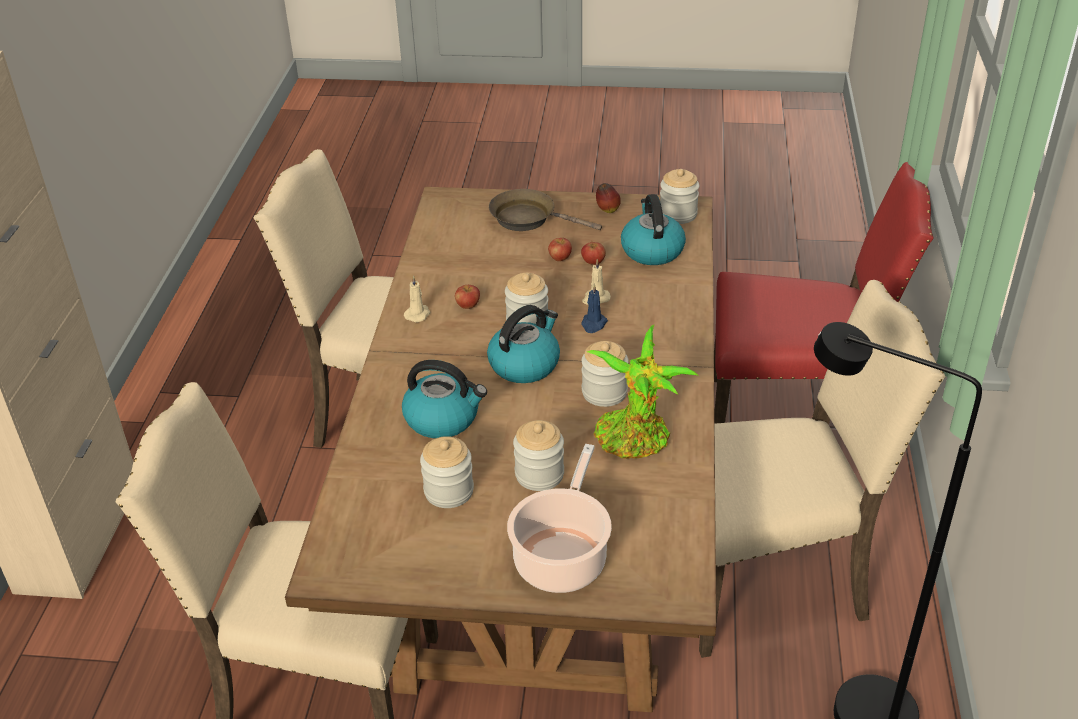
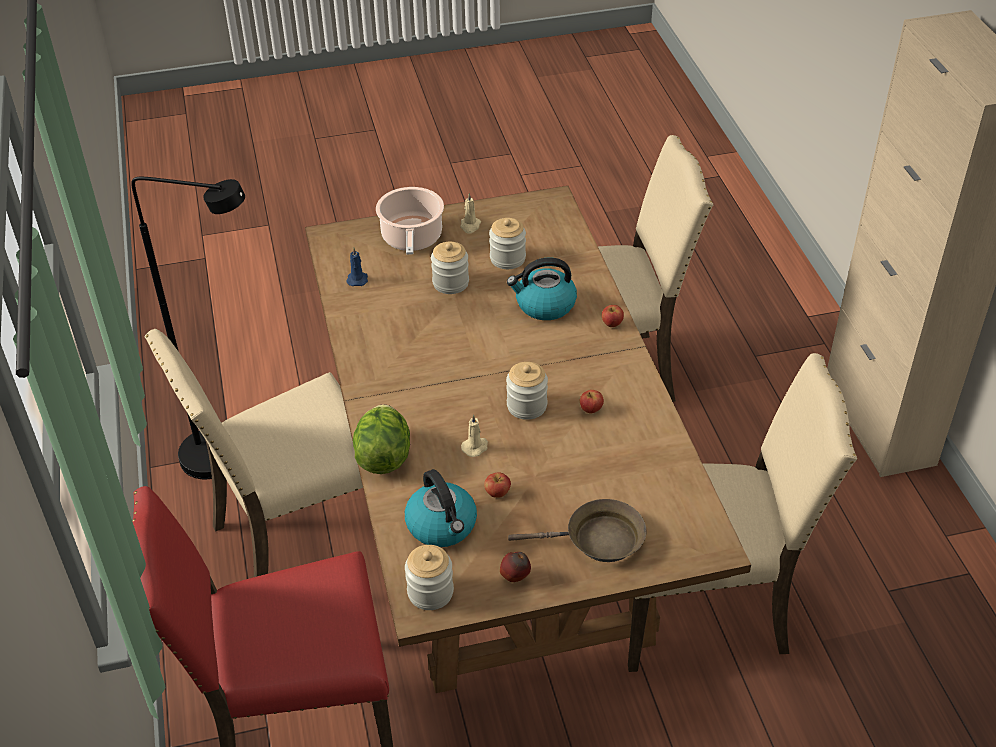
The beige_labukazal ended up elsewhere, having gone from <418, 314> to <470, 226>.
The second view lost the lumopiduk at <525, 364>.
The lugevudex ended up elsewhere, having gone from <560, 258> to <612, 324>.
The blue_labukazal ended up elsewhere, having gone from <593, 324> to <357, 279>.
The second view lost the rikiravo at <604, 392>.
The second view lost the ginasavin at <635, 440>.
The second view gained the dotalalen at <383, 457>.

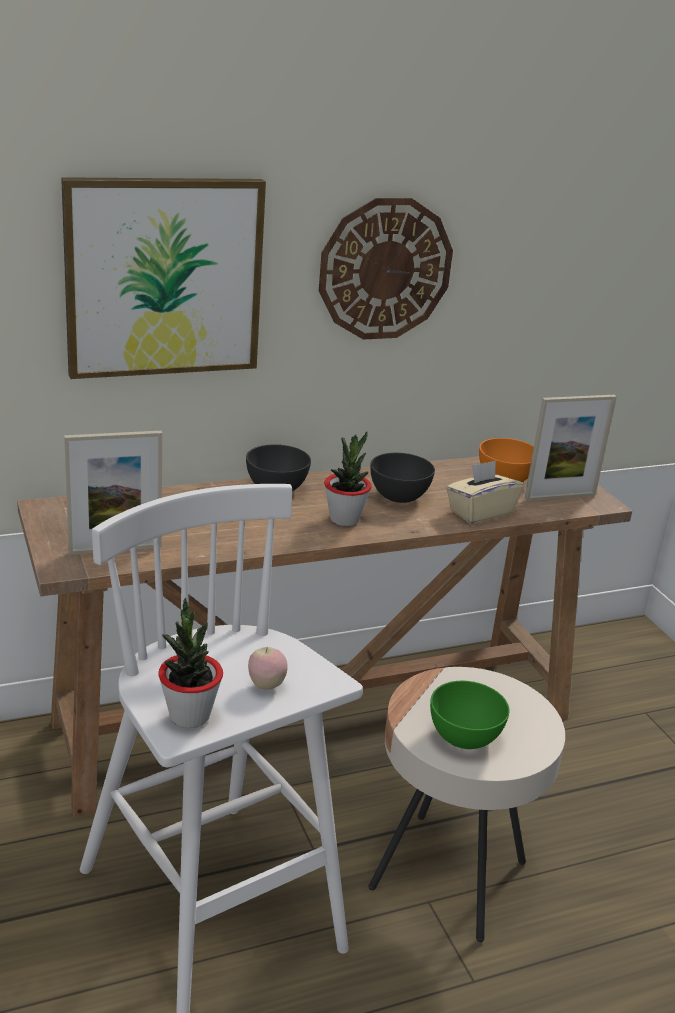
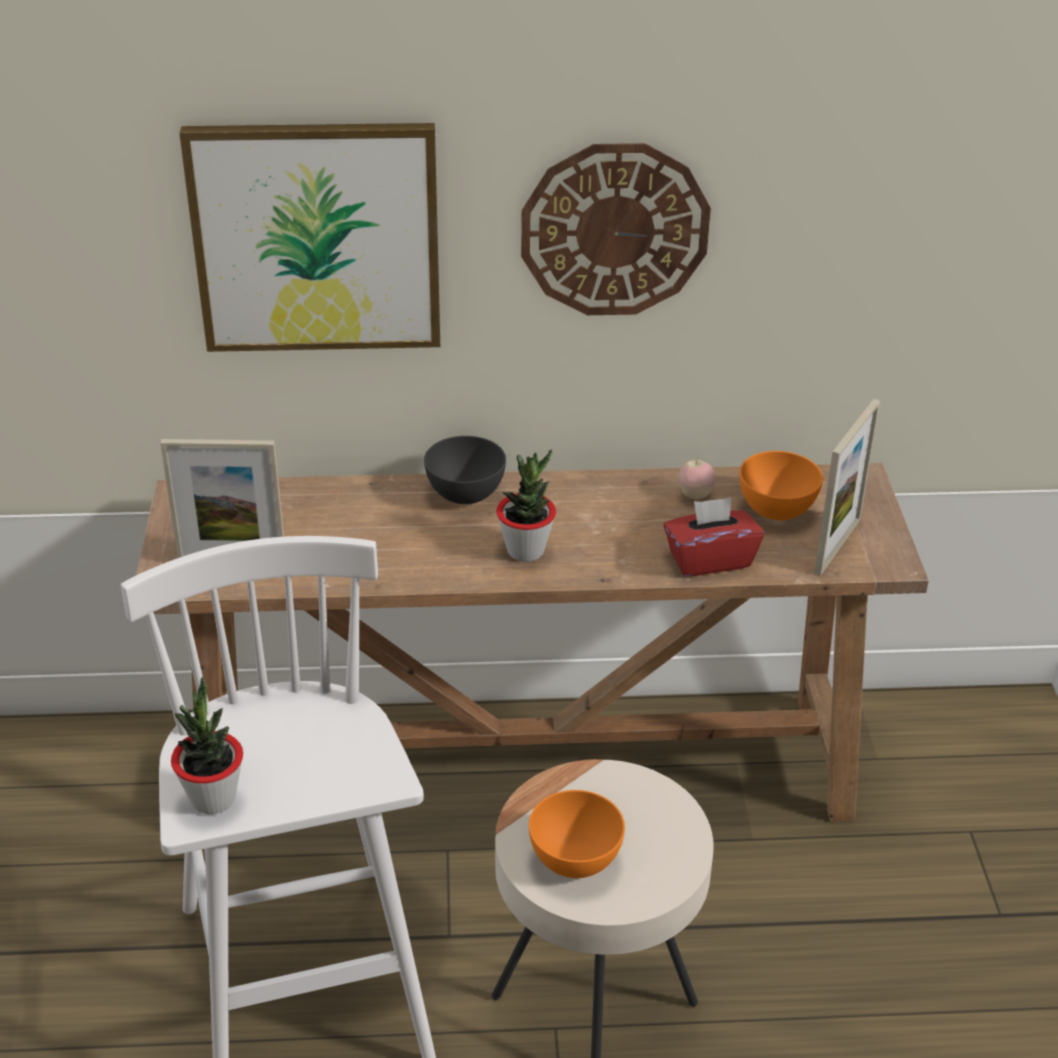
The lugevudex ended up elsewhere, having gone from <266, 685> to <695, 495>.
The second view lost the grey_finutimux at <399, 497>.
What was the green_finutimux at <464, 737> turned into the orange_finutimux at <575, 859>.
What was the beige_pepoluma at <480, 512> turned into the red_pepoluma at <709, 559>.
The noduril at <560, 497> ended up facing another way, 60 degrees counterclockwise from before.

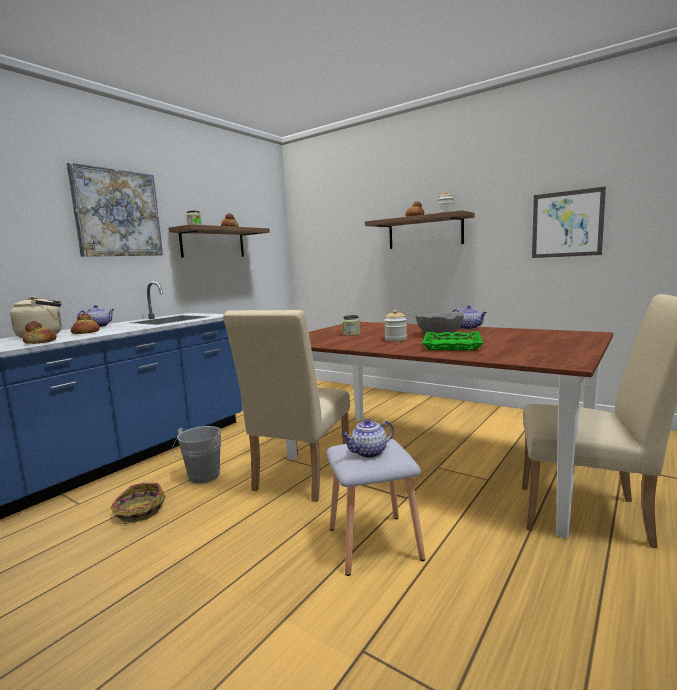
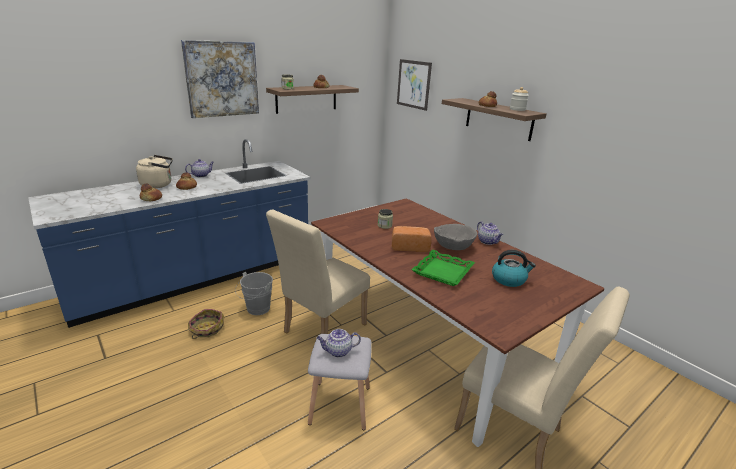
Where the rikiravo stood at <395, 339>, the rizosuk came to stand at <409, 246>.
The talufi ended up elsewhere, having gone from <567, 224> to <413, 84>.
The second view gained the lumopiduk at <509, 279>.

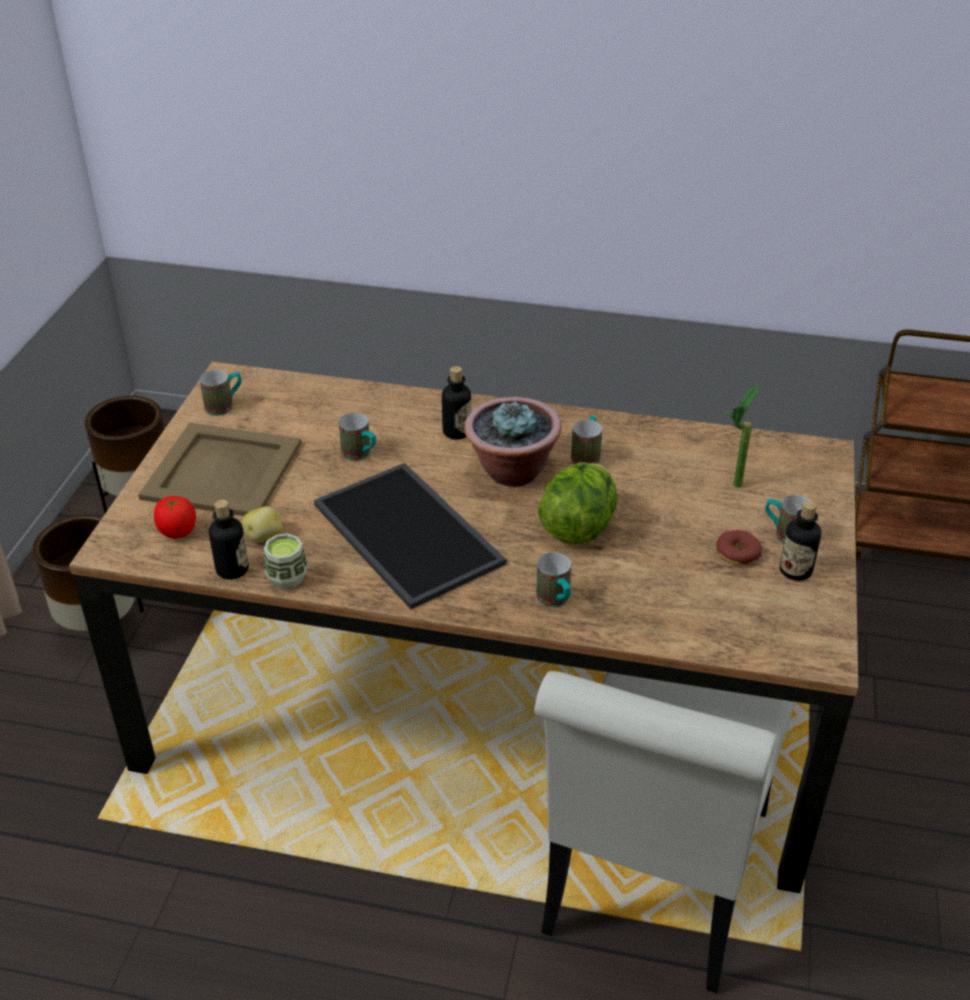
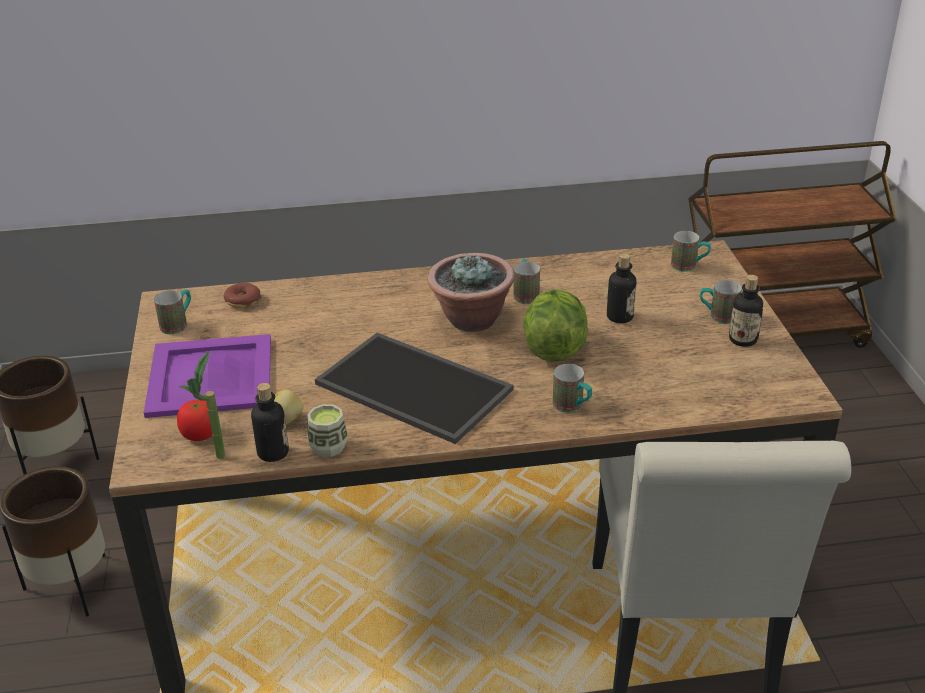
What was the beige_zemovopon at <223, 471> turned into the purple_zemovopon at <211, 377>.
The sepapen ended up elsewhere, having gone from <360, 455> to <689, 266>.
The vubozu ended up elsewhere, having gone from <457, 432> to <620, 317>.
The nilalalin ended up elsewhere, having gone from <737, 553> to <242, 300>.
The ginasavin ended up elsewhere, having gone from <732, 489> to <215, 462>.

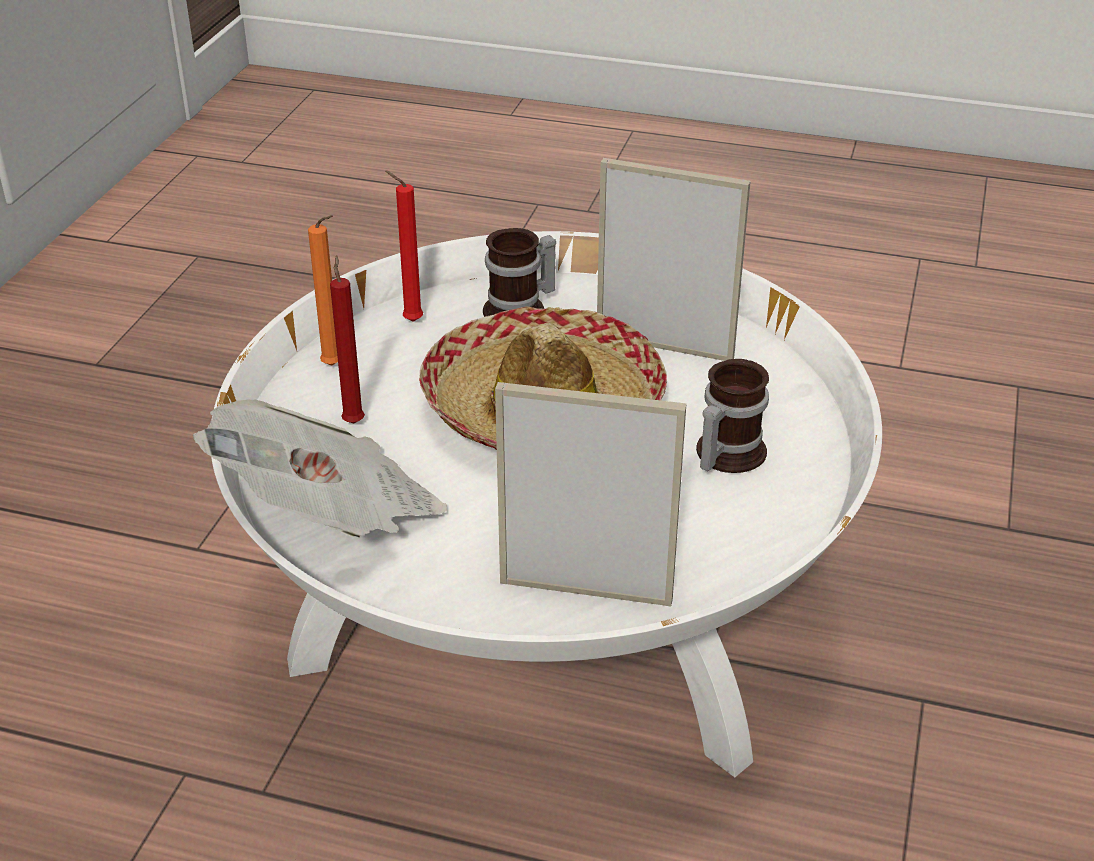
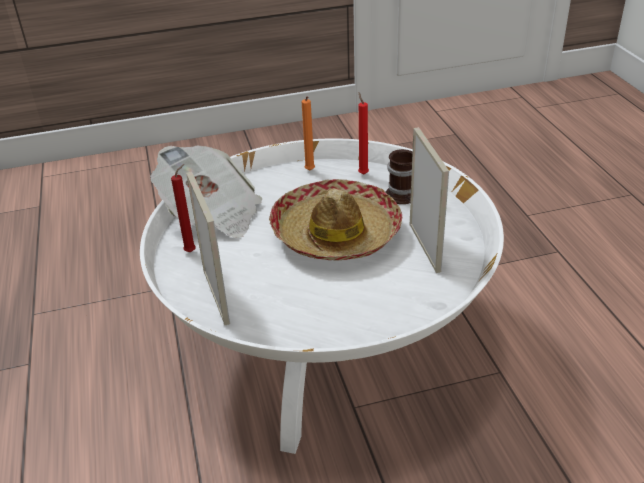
The red_labukazal ended up elsewhere, having gone from <353, 421> to <192, 251>.
The second view lost the sepapen at <724, 454>.

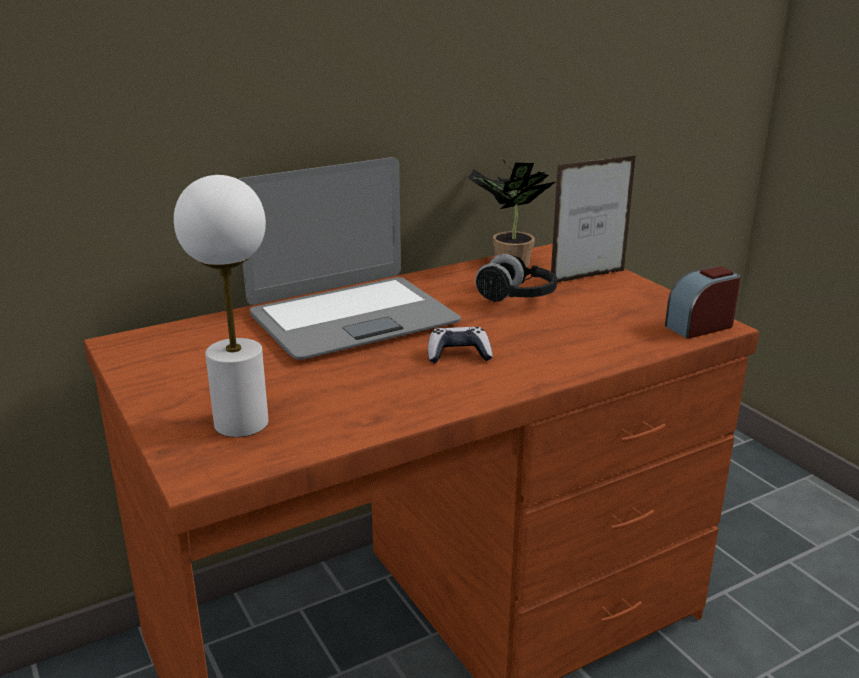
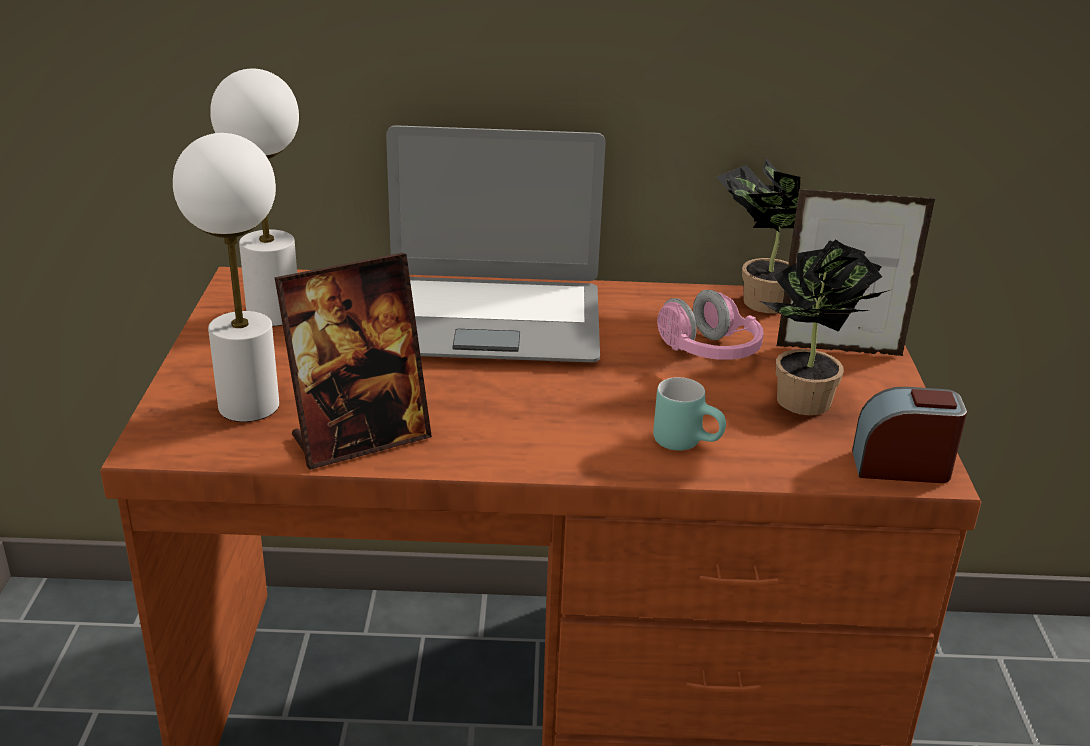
The second view lost the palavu at <458, 354>.
What was the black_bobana at <516, 298> turned into the pink_bobana at <708, 352>.
The second view gained the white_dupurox at <273, 313>.
The second view gained the noduril at <360, 439>.
The second view gained the turquoise_sepapen at <688, 442>.
The second view gained the ginasavin at <808, 405>.

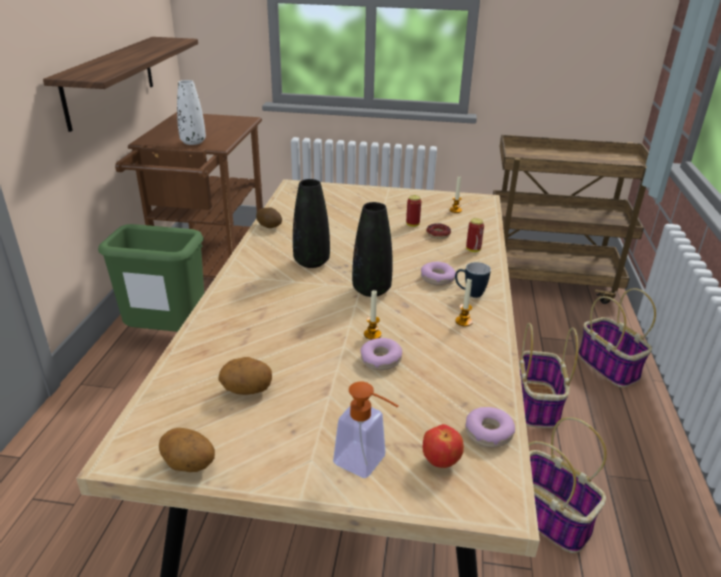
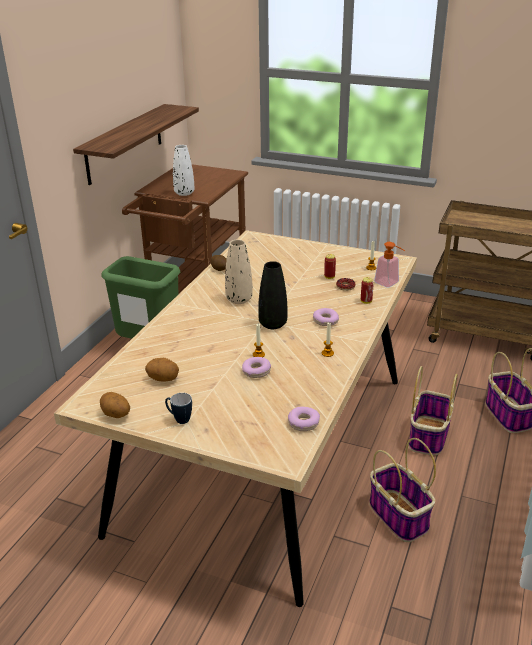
What was the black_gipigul at <311, 262> turned into the beige_gipigul at <239, 299>.
The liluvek ended up elsewhere, having gone from <367, 464> to <389, 284>.
The second view lost the lugevudex at <441, 462>.
The sepapen ended up elsewhere, having gone from <469, 293> to <179, 419>.

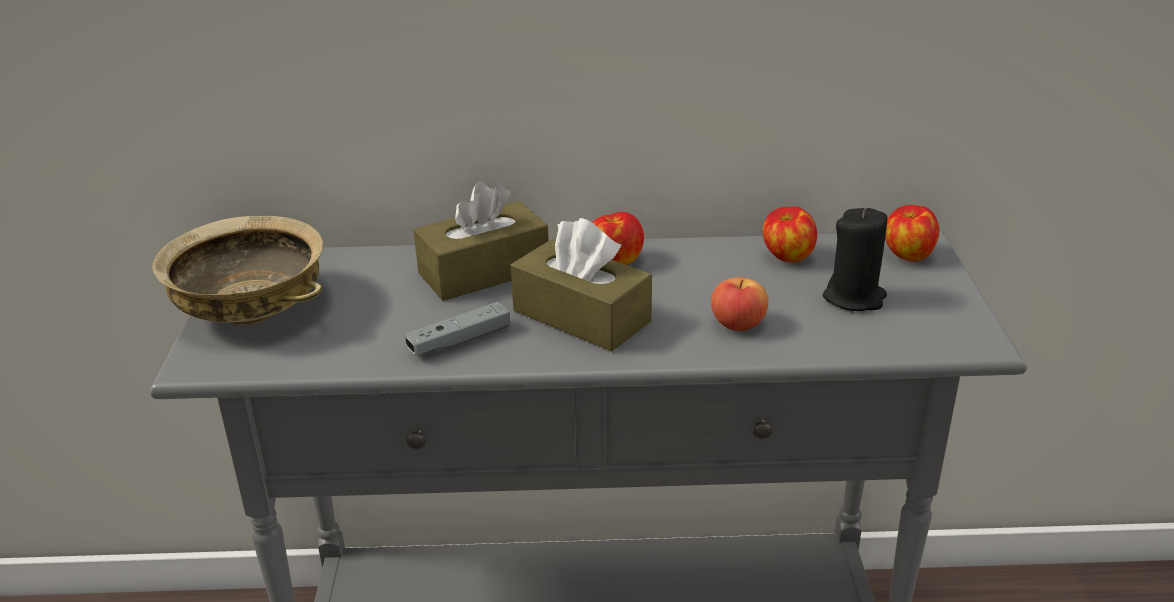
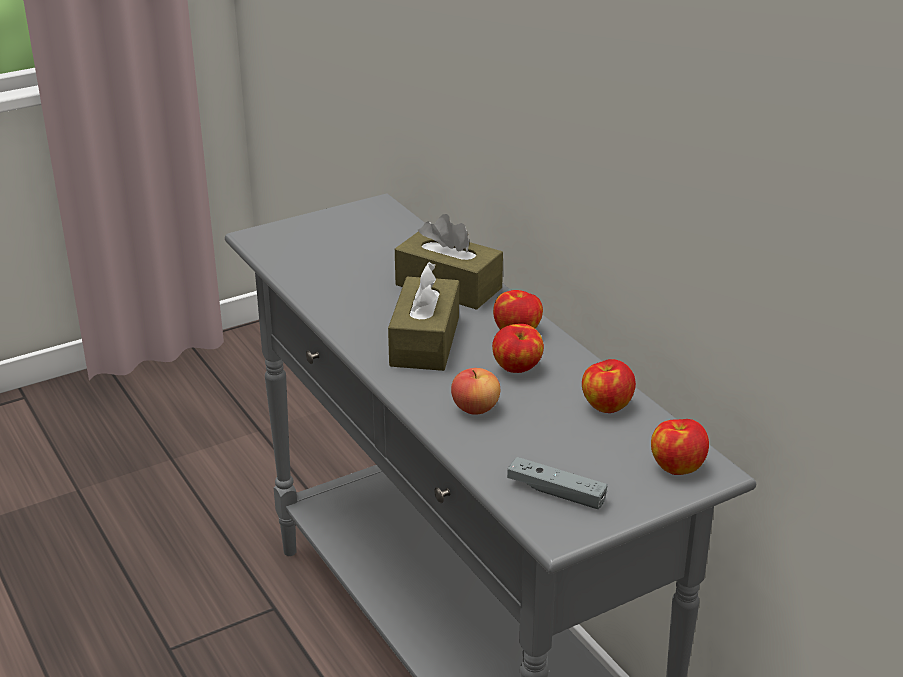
The second view lost the beige_finutimux at <249, 309>.
The grey_palavu ended up elsewhere, having gone from <459, 341> to <556, 492>.
The second view lost the black_labukazal at <854, 298>.
The second view gained the lugevudex at <517, 369>.

